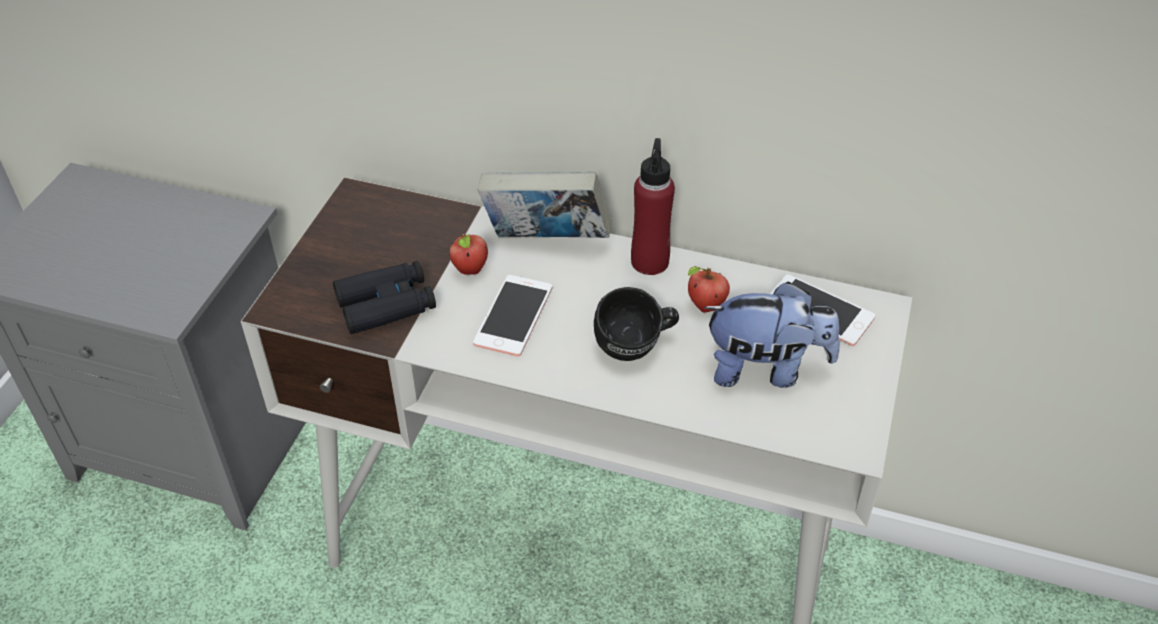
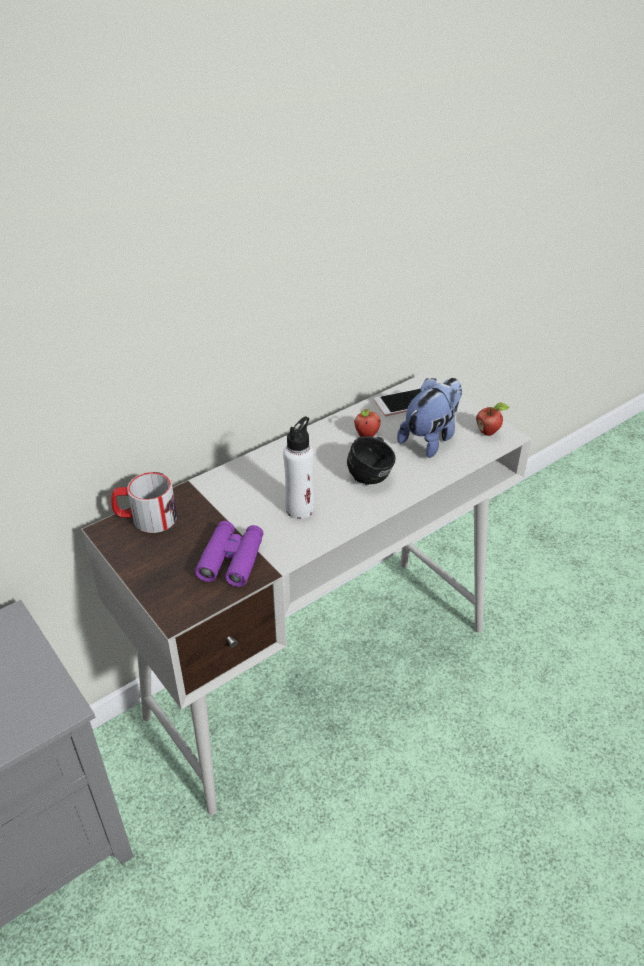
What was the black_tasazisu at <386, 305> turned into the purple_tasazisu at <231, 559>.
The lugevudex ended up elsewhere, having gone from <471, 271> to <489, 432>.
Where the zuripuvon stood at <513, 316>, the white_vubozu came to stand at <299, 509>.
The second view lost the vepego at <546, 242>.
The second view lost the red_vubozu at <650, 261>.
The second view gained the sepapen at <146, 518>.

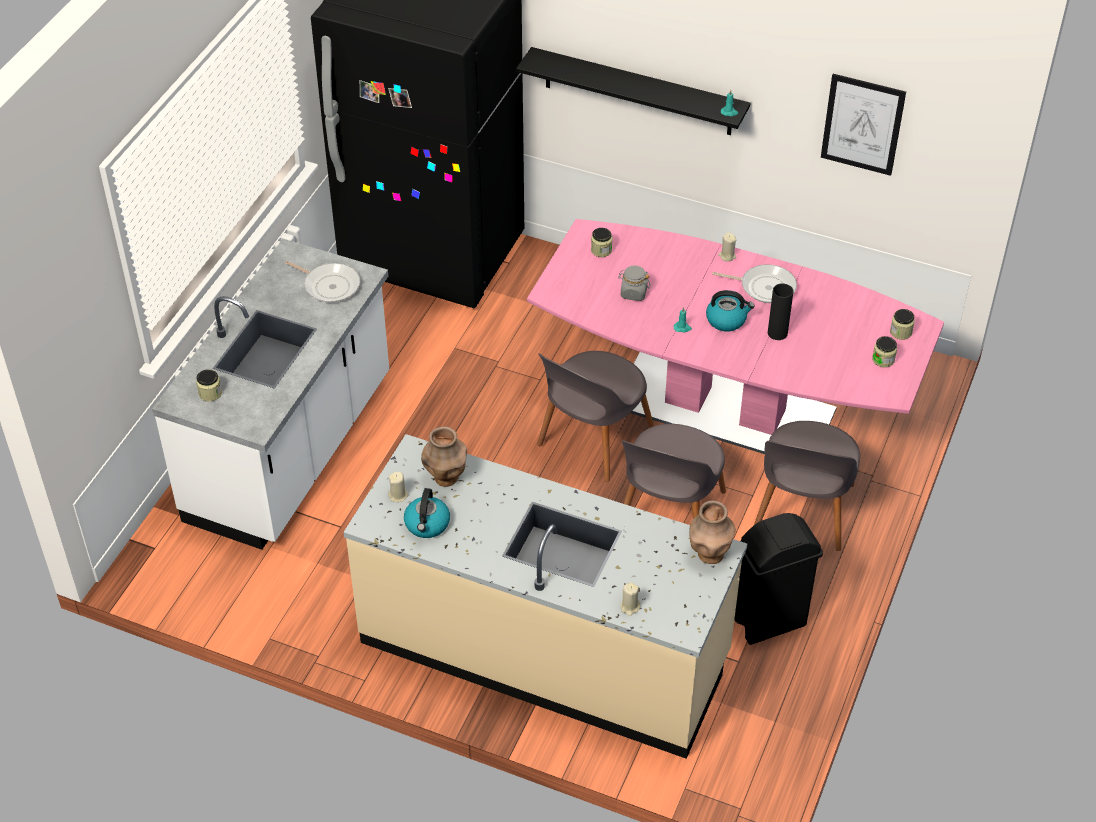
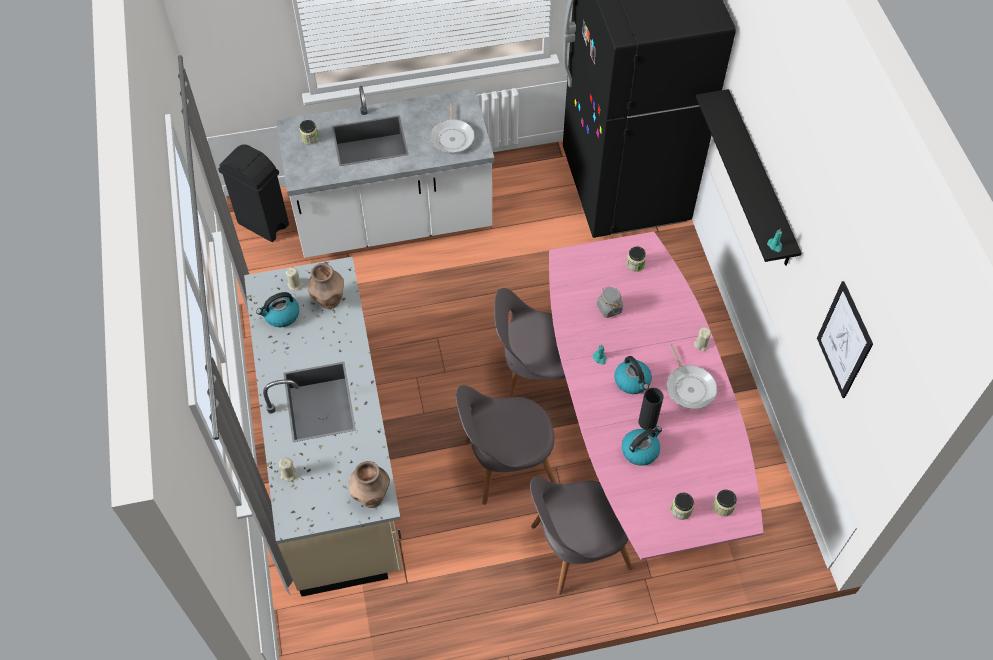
The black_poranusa ended up elsewhere, having gone from <770, 621> to <263, 224>.
The second view gained the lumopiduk at <640, 450>.

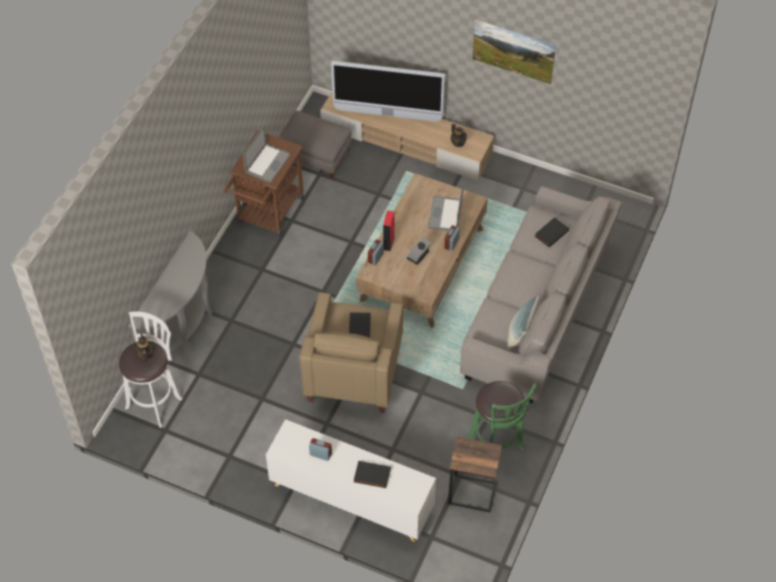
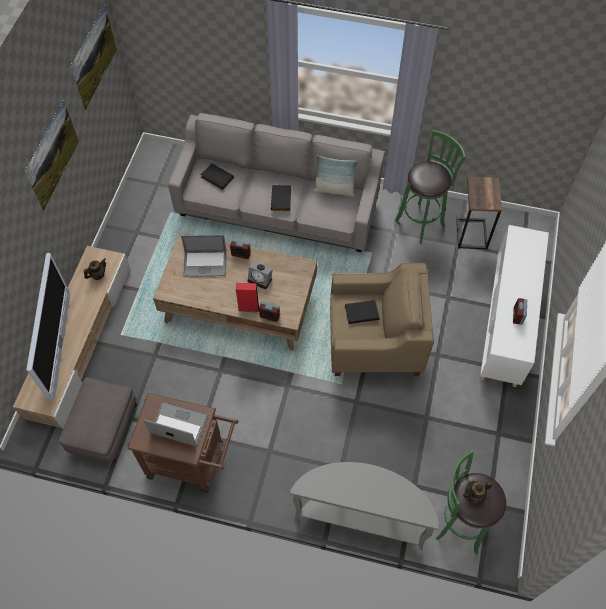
What was the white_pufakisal at <155, 401> turned into the green_pufakisal at <458, 523>.
The black_vepego ended up elsewhere, having gone from <371, 476> to <282, 199>.
The second view gained the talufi at <98, 68>.

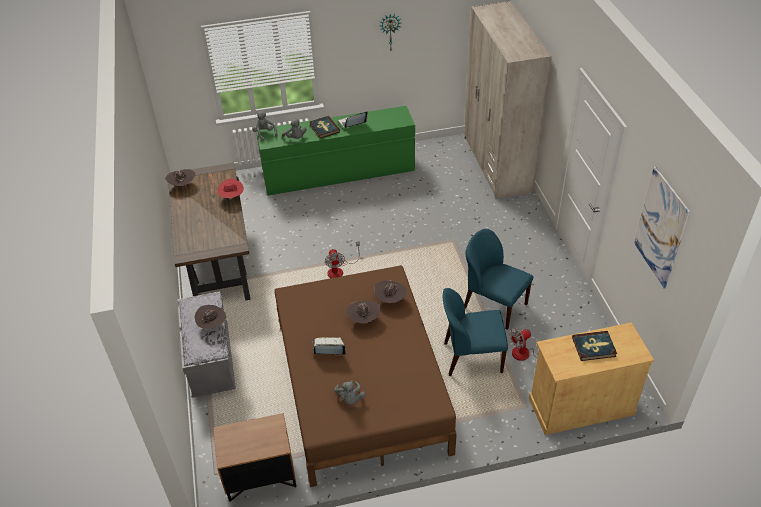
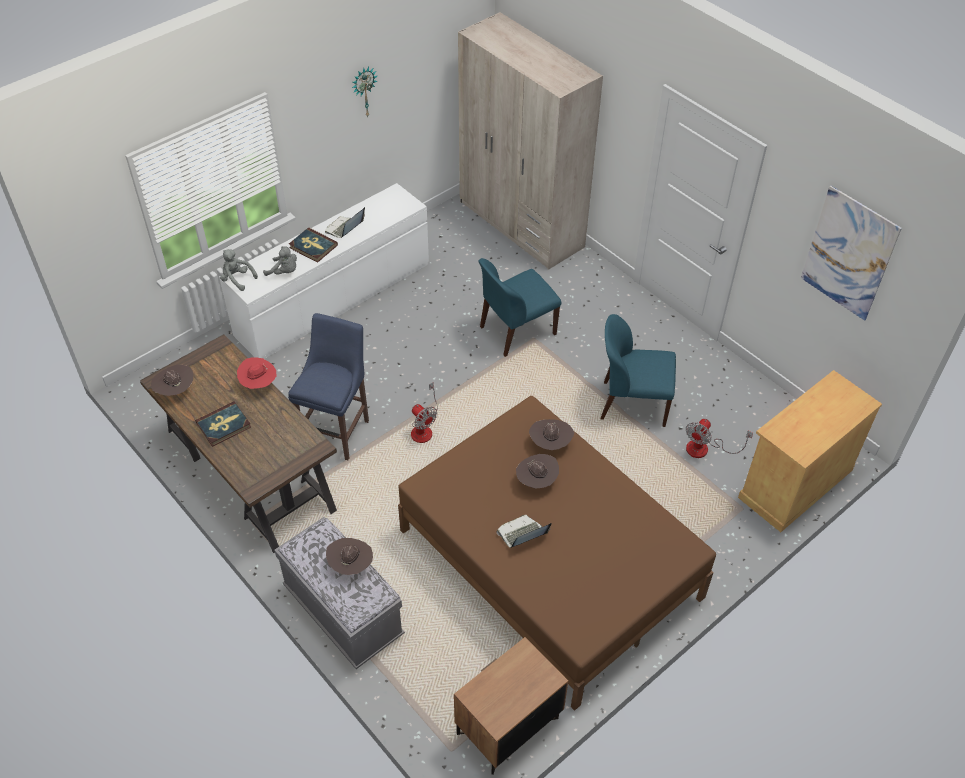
What was the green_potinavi at <339, 173> turned into the white_potinavi at <333, 299>.
The second view lost the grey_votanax at <350, 399>.
The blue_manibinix ended up elsewhere, having gone from <471, 357> to <516, 331>.
The vepego ended up elsewhere, having gone from <594, 347> to <224, 425>.
The second view gained the blue_pufakisal at <337, 431>.

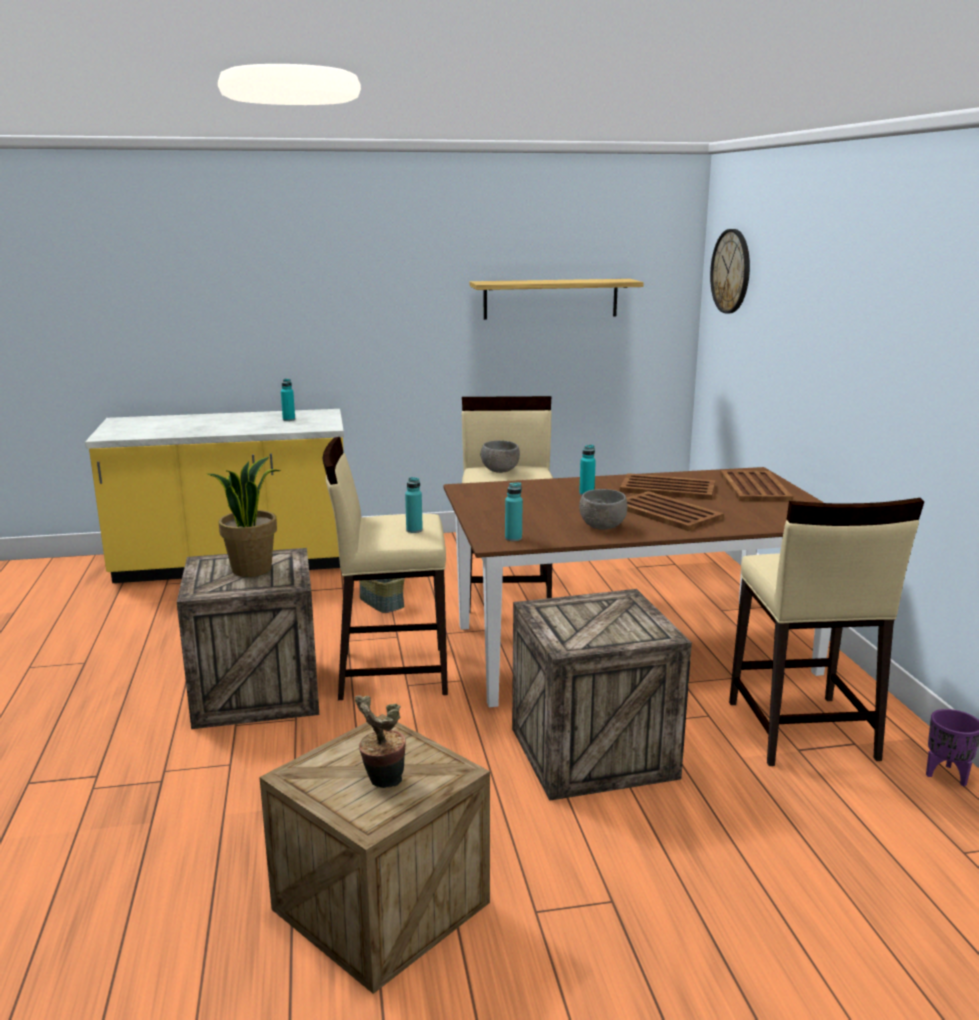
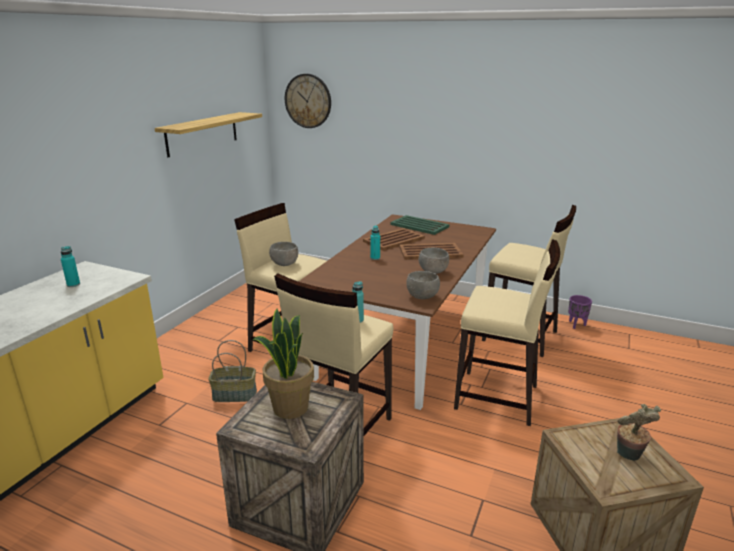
Where the turquoise_vubozu stood at <513, 538>, the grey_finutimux came to stand at <423, 297>.
Where the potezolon stood at <592, 754>, the beige_pufakisal came to stand at <497, 398>.
What was the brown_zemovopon at <754, 488> turned into the green_zemovopon at <420, 226>.

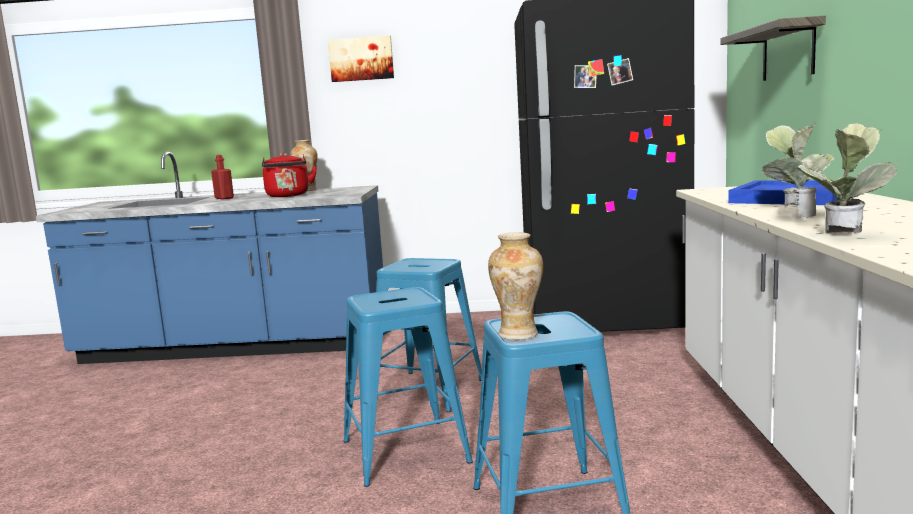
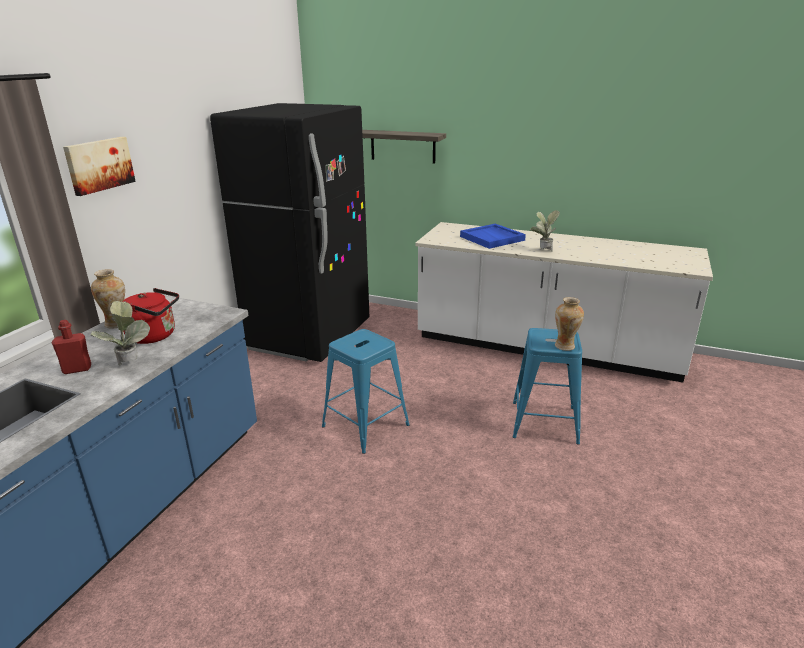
The second view lost the blue_pufakisal at <405, 451>.
The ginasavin ended up elsewhere, having gone from <843, 236> to <130, 364>.

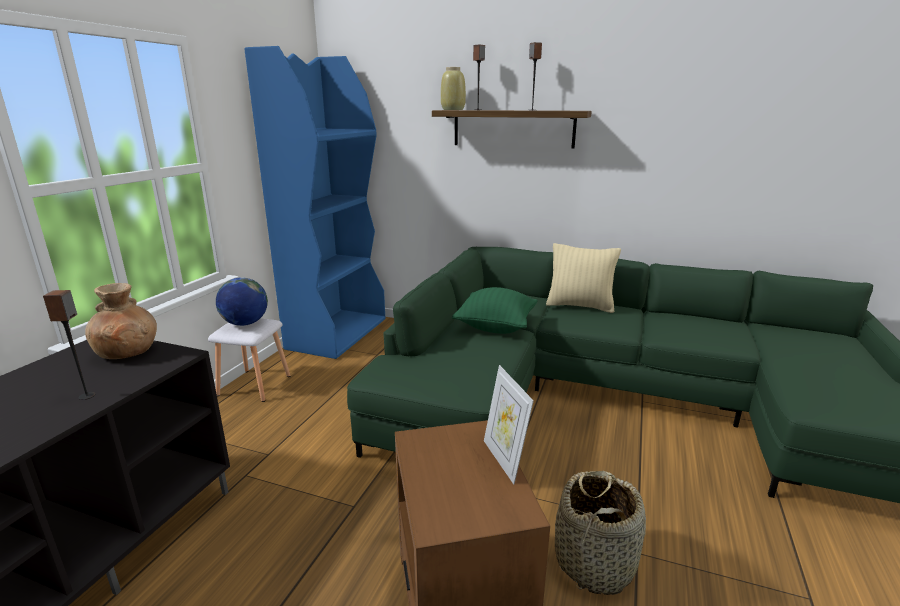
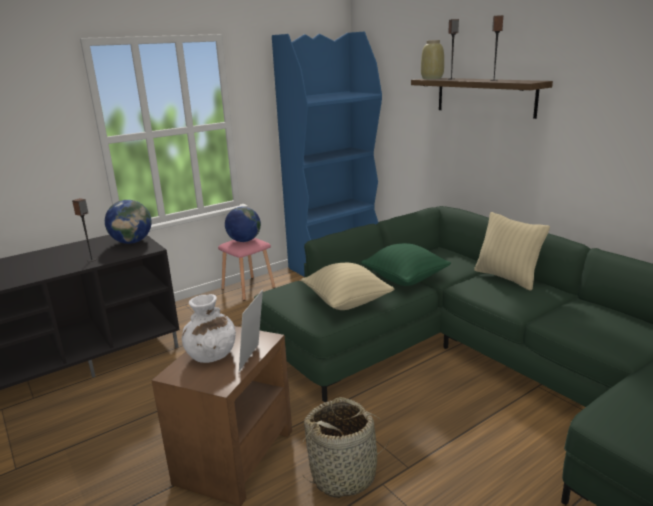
Where the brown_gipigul stood at <128, 352>, the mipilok came to stand at <132, 242>.
What was the white_pufakisal at <254, 385> turned into the pink_pufakisal at <248, 288>.
The second view gained the white_gipigul at <211, 355>.
The second view gained the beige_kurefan at <347, 302>.

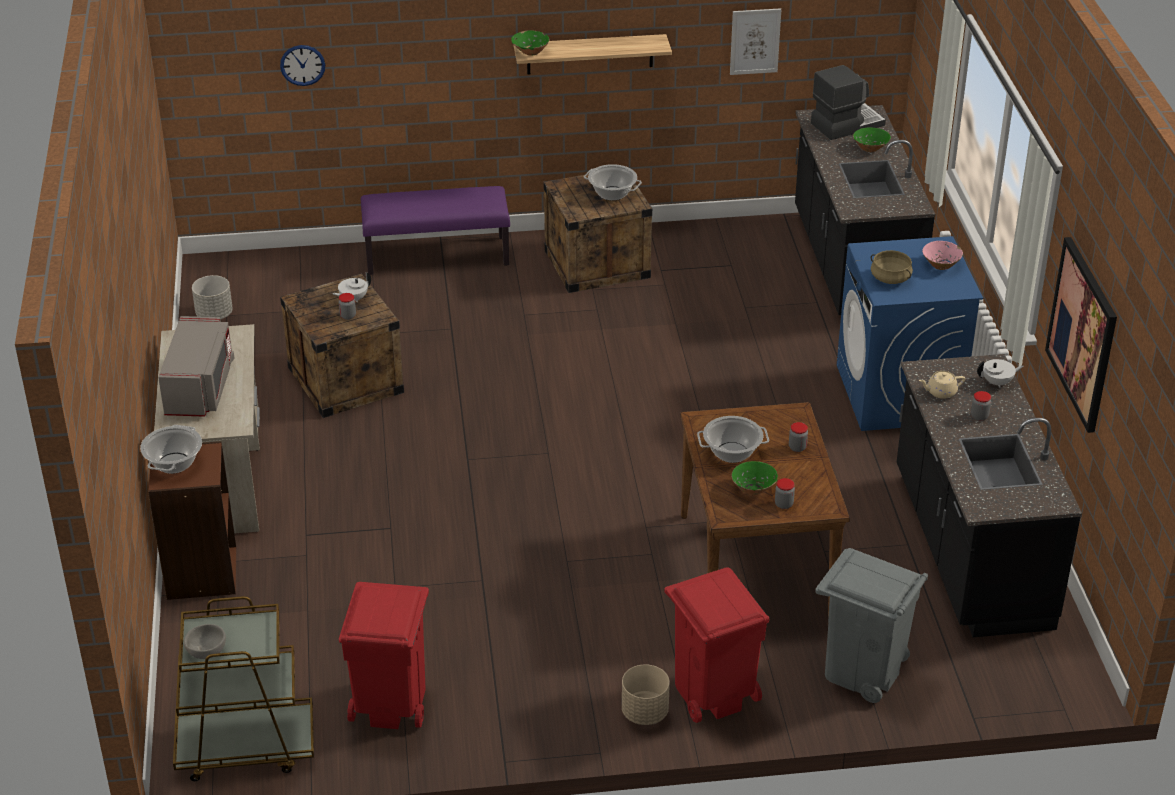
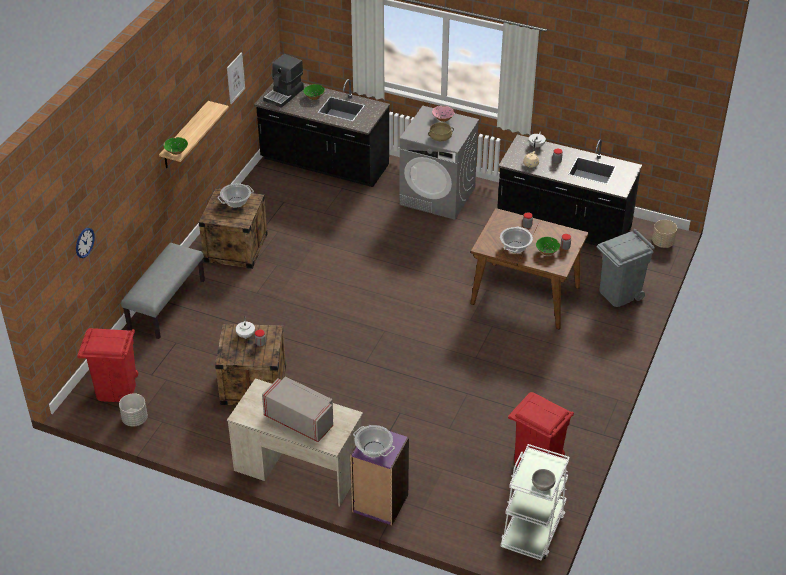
What was the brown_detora at <201, 573> turned into the purple_detora at <379, 503>.
What was the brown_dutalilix at <245, 747> turned into the white_dutalilix at <533, 529>.
What was the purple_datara at <437, 255> turned into the grey_datara at <166, 304>.
The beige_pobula ended up elsewhere, having gone from <644, 713> to <663, 243>.
The red_poranusa ended up elsewhere, having gone from <712, 693> to <116, 390>.
The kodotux at <846, 124> ended up facing another way, 150 degrees counterclockwise from before.
What was the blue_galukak at <898, 394> turned into the grey_galukak at <438, 196>.
The second view lost the talufi at <1082, 334>.

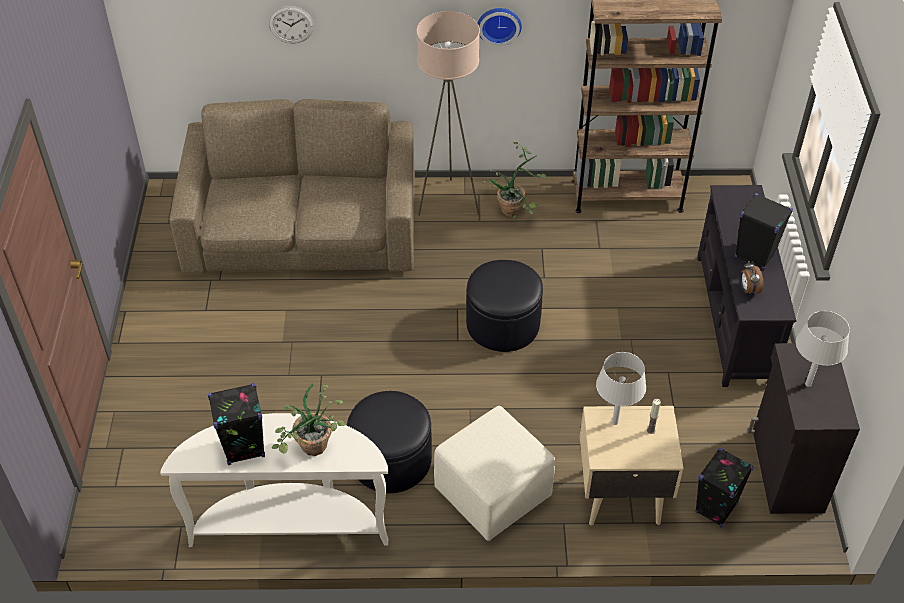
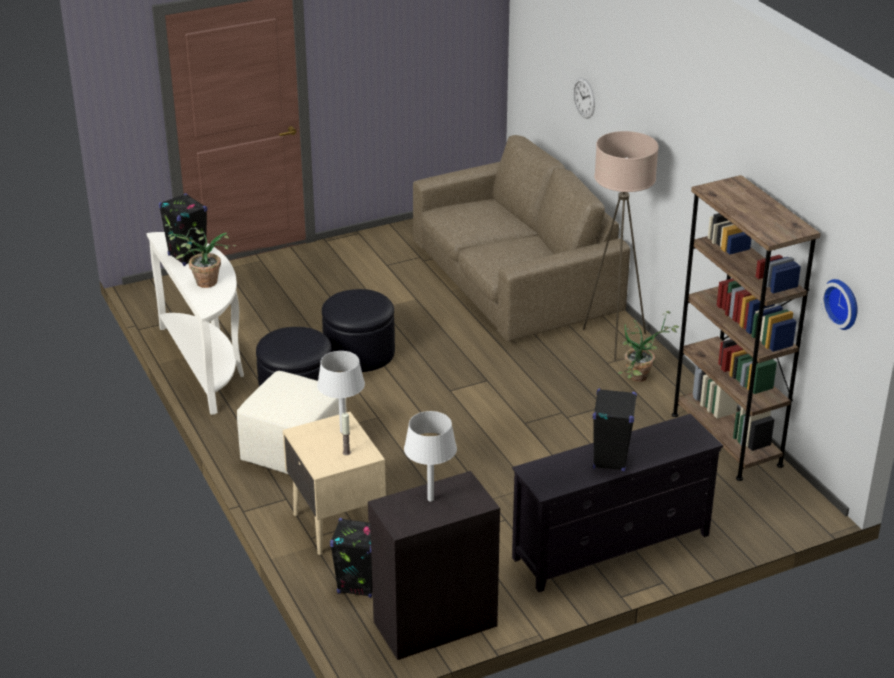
The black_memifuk ended up elsewhere, having gone from <502, 324> to <359, 353>.
The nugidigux ended up elsewhere, having gone from <499, 24> to <843, 303>.
The second view lost the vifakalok at <748, 290>.

